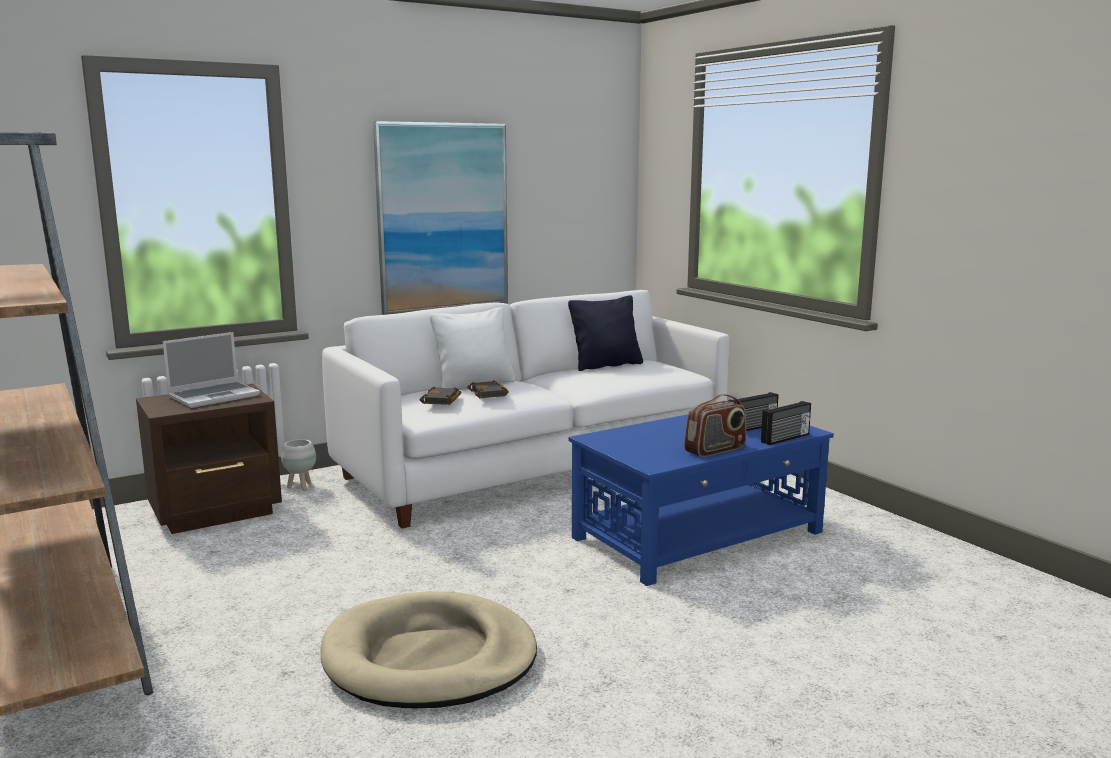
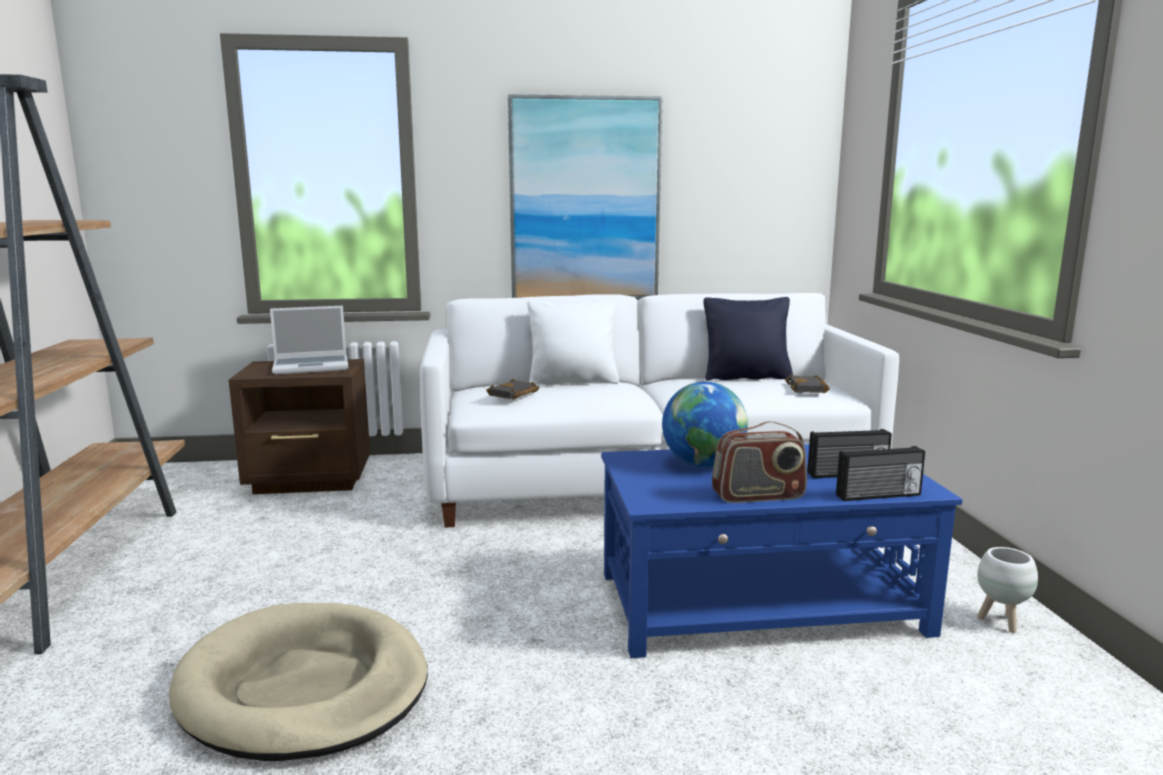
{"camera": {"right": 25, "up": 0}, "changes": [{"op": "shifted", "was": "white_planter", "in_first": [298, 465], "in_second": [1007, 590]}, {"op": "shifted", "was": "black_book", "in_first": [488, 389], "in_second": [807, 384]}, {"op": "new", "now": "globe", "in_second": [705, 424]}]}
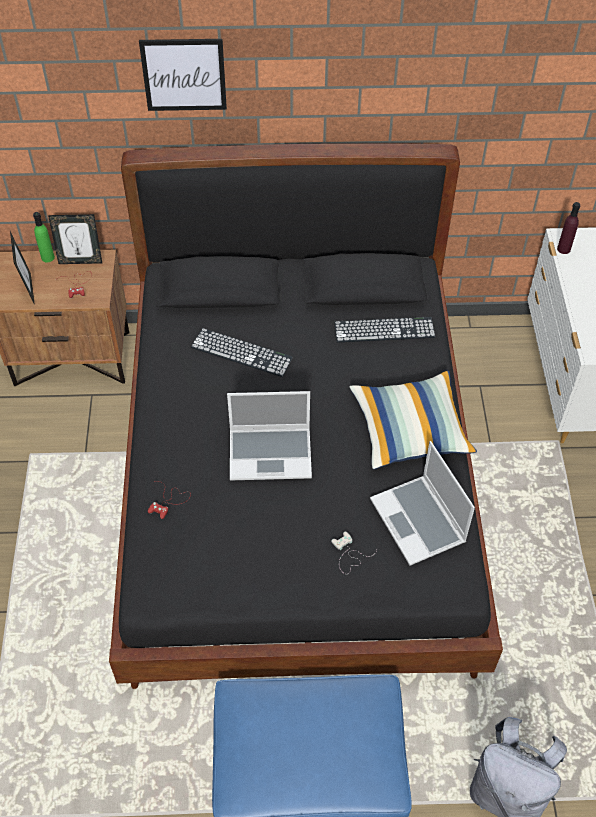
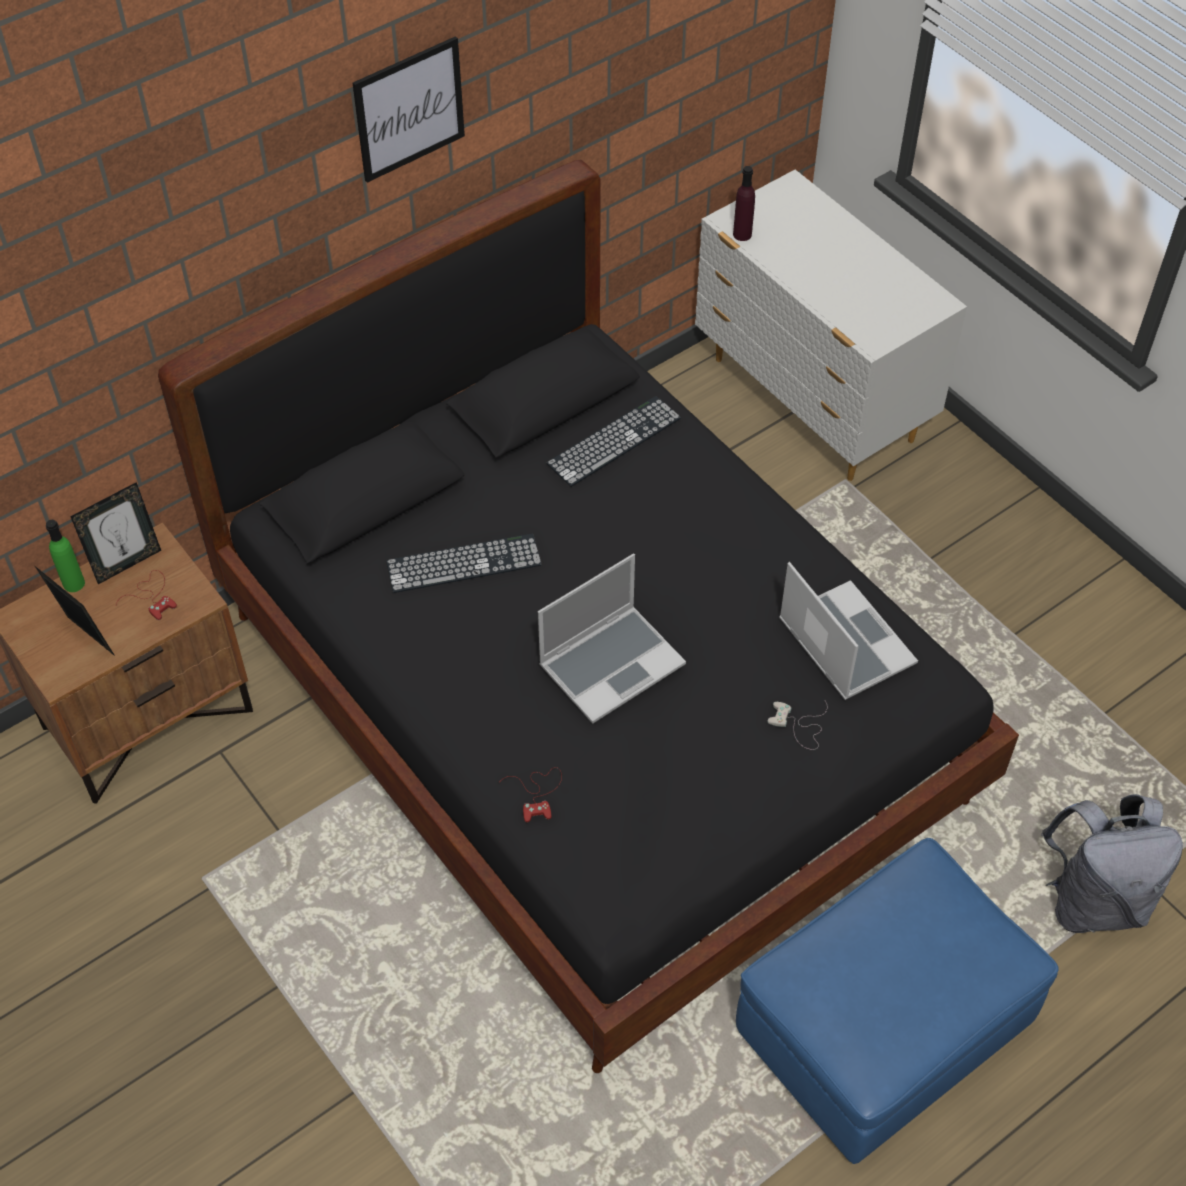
{"camera": {"right": -35, "up": 0}, "changes": [{"op": "shifted", "was": "picture", "in_first": [183, 75], "in_second": [409, 109]}, {"op": "gone", "was": "pillow", "in_first": [413, 420]}, {"op": "rotated", "was": "laptop", "in_first": [422, 503], "in_second": [848, 631], "clockwise": -150}]}
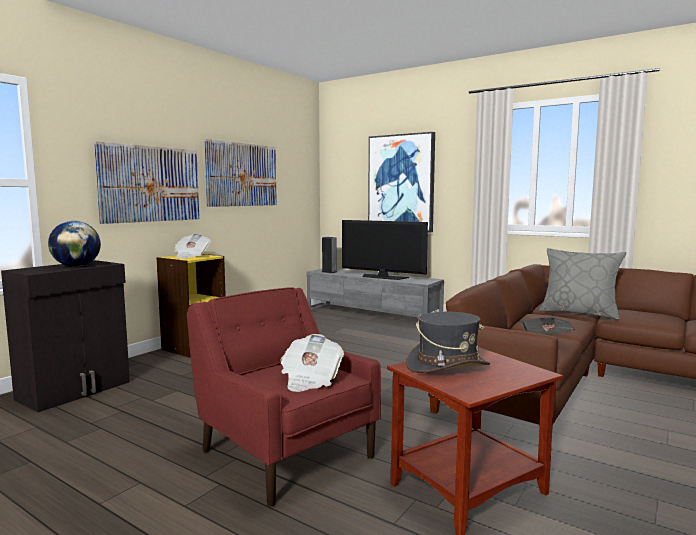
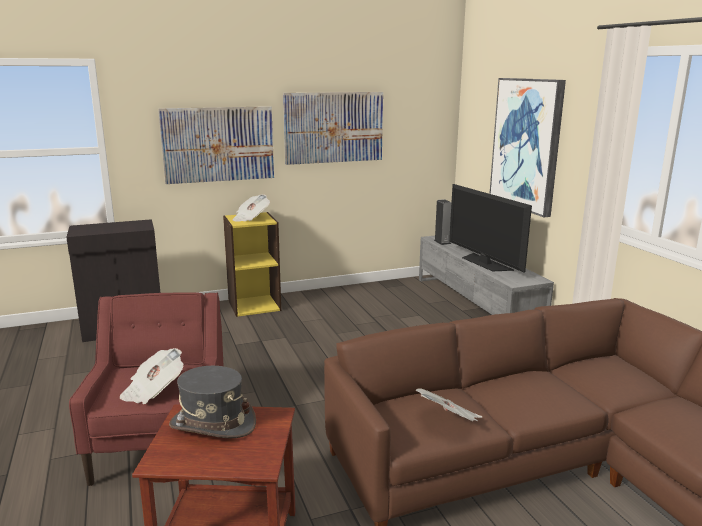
{"camera": {"right": 35, "up": 10}, "changes": [{"op": "gone", "was": "globe", "in_first": [74, 244]}, {"op": "gone", "was": "grey_pillow", "in_first": [582, 284]}]}
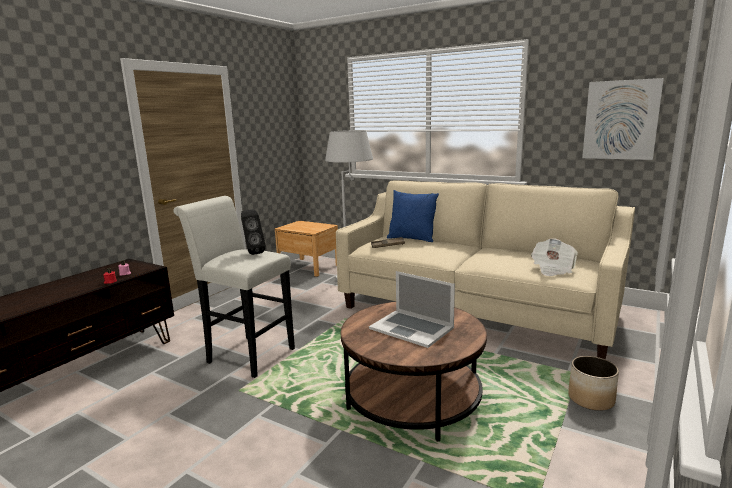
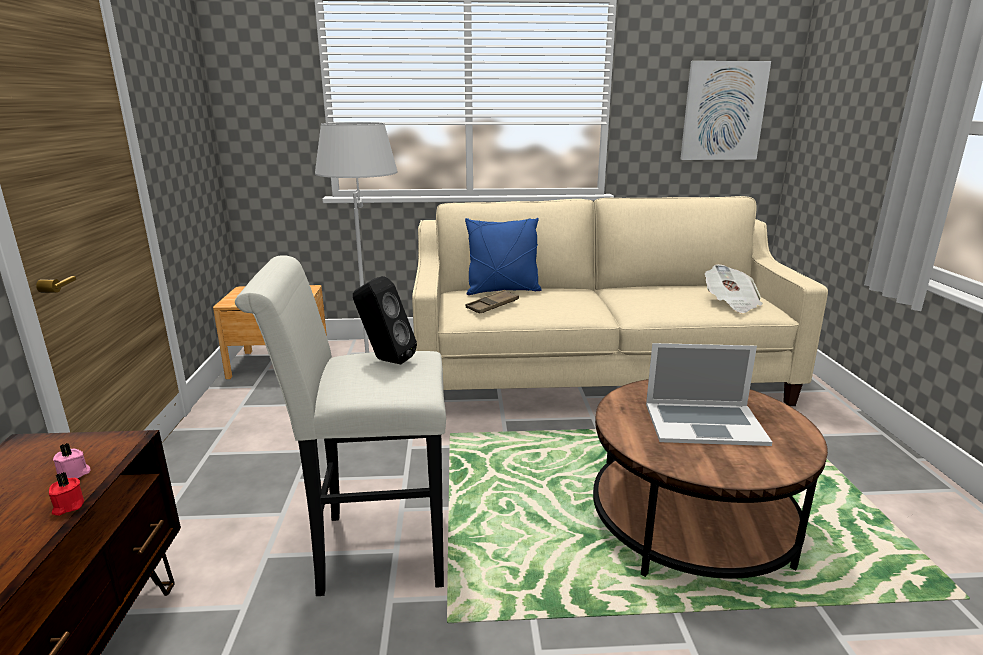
{"camera": {"right": -35, "up": 5}, "changes": [{"op": "gone", "was": "planter", "in_first": [593, 383]}]}
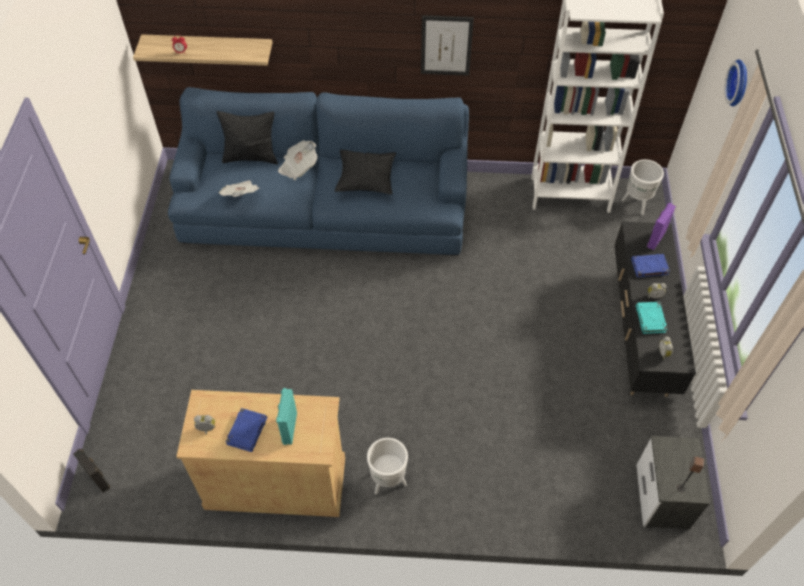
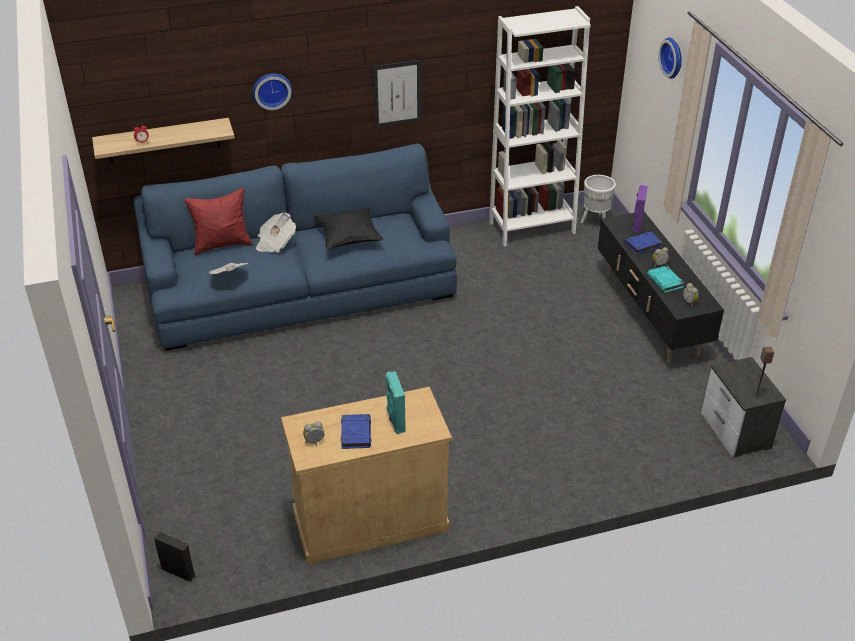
{"camera": {"right": -20, "up": -15}, "changes": [{"op": "repainted", "was": "black_pillow", "now": "red_pillow", "in_first": [247, 137], "in_second": [218, 221]}, {"op": "gone", "was": "white_planter", "in_first": [387, 466]}, {"op": "new", "now": "wall_clock", "in_second": [272, 91]}]}
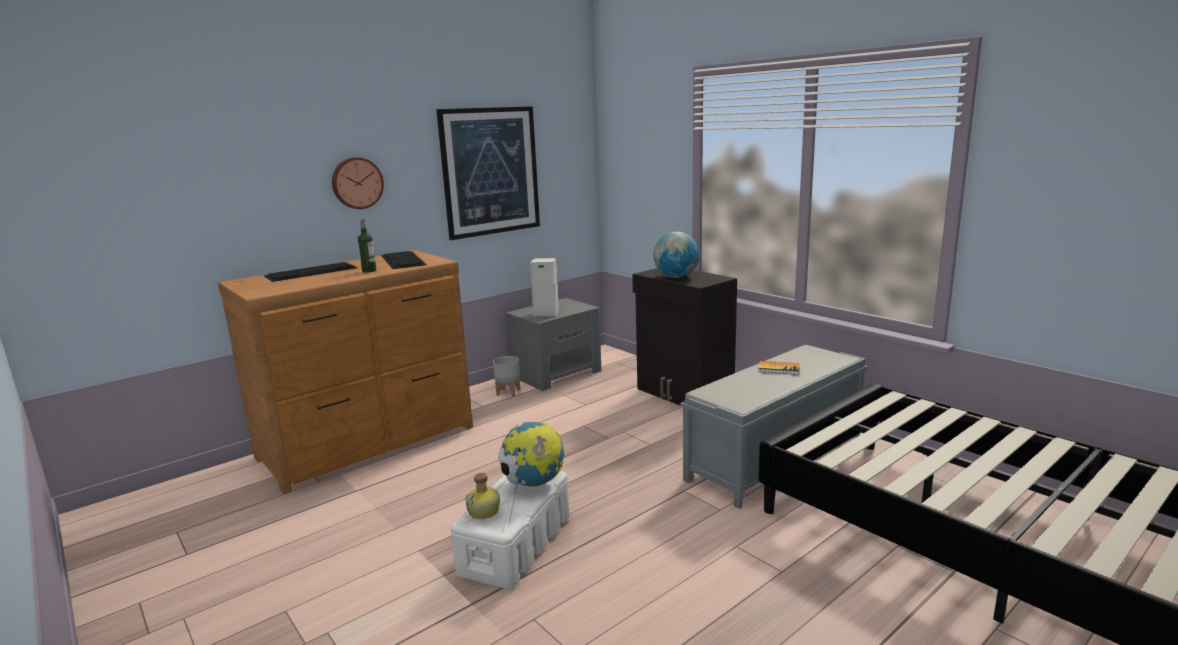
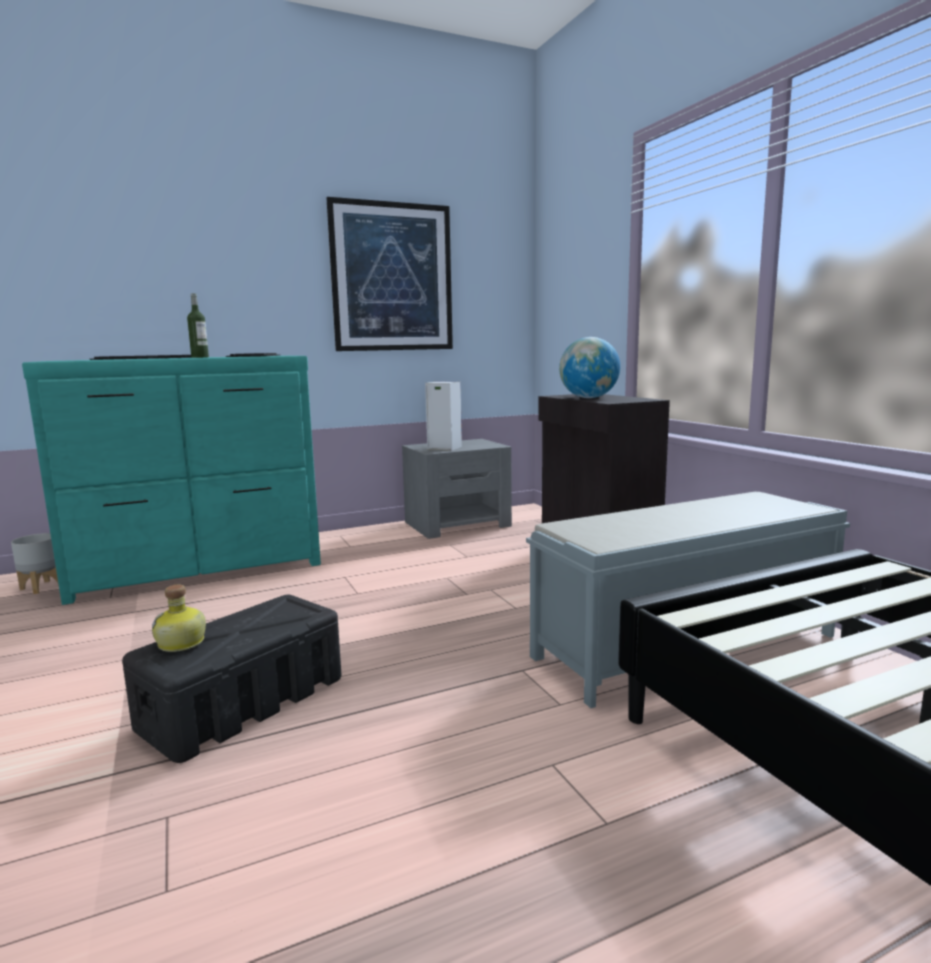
{"camera": {"right": 15, "up": -5}, "changes": [{"op": "repainted", "was": "brown_dresser", "now": "turquoise_dresser", "in_first": [345, 372], "in_second": [171, 480]}, {"op": "gone", "was": "wall_clock", "in_first": [358, 183]}, {"op": "repainted", "was": "white_storage_box", "now": "black_storage_box", "in_first": [510, 530], "in_second": [232, 679]}, {"op": "shifted", "was": "grey_planter", "in_first": [506, 376], "in_second": [35, 563]}, {"op": "gone", "was": "globe", "in_first": [531, 454]}, {"op": "gone", "was": "book", "in_first": [779, 368]}]}
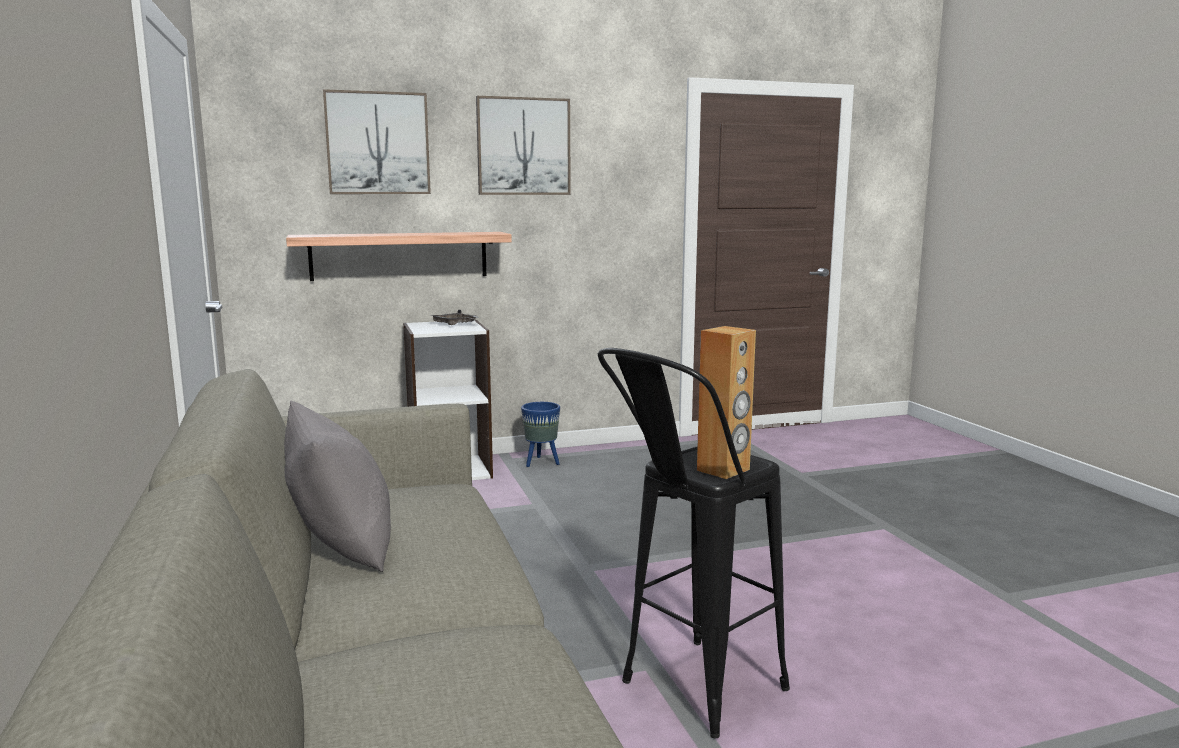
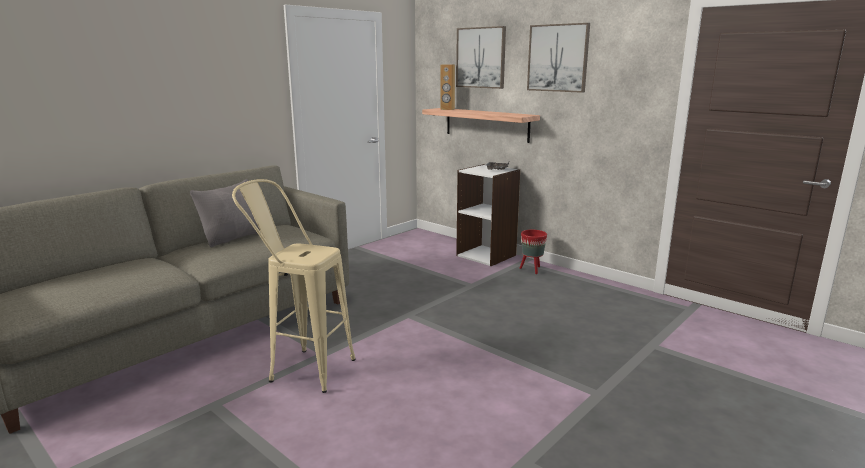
{"camera": {"right": 60, "up": 5}, "changes": [{"op": "repainted", "was": "blue_planter", "now": "red_planter", "in_first": [540, 434], "in_second": [533, 252]}, {"op": "repainted", "was": "black_stool", "now": "beige_stool", "in_first": [694, 543], "in_second": [294, 286]}, {"op": "shifted", "was": "brown_speaker", "in_first": [726, 402], "in_second": [447, 87]}]}
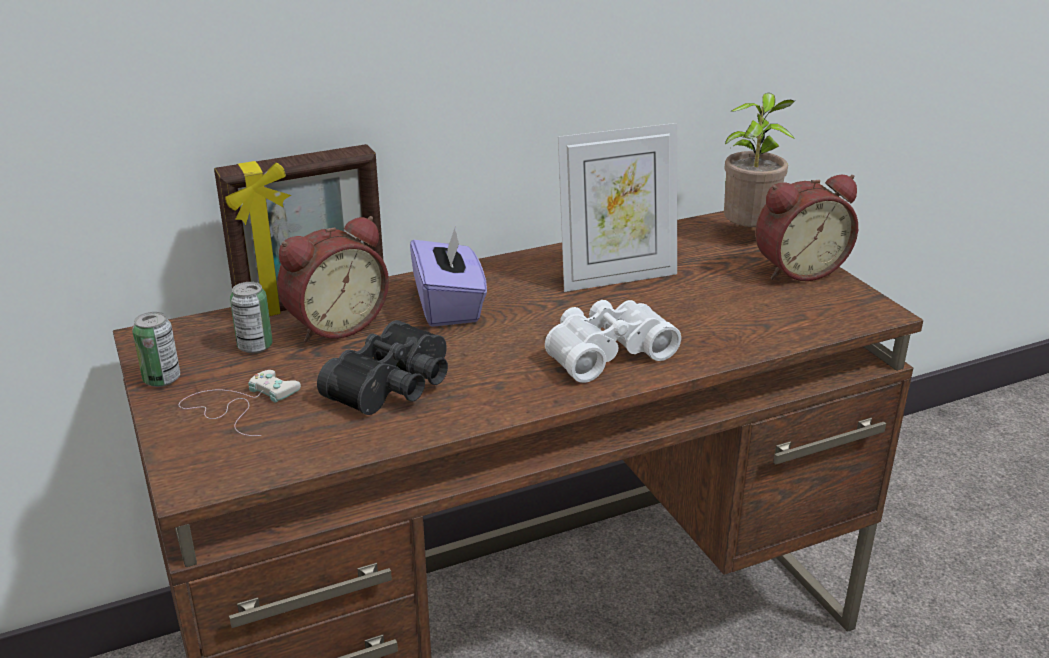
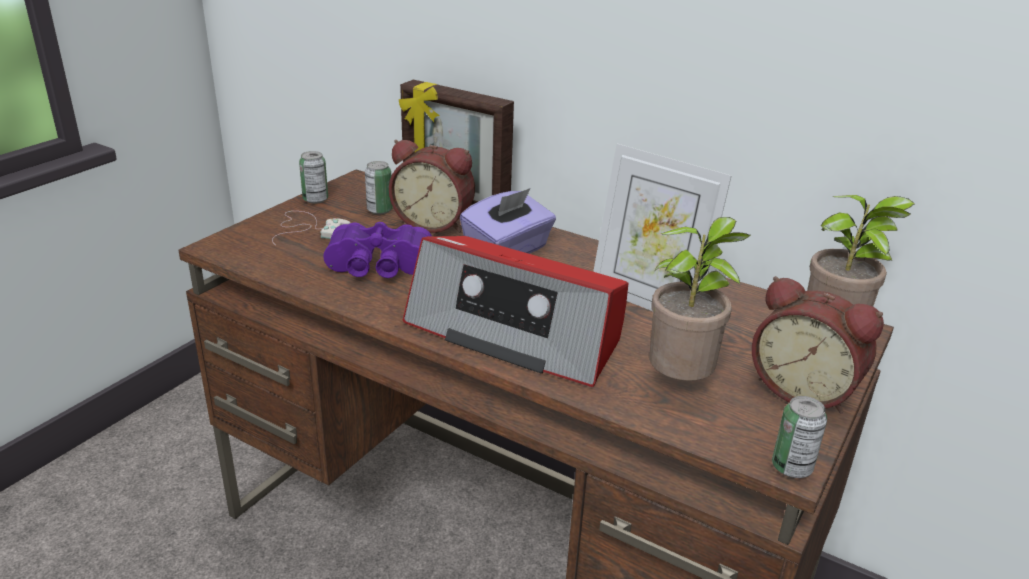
{"camera": {"right": 55, "up": 0}, "changes": [{"op": "repainted", "was": "black_binoculars", "now": "purple_binoculars", "in_first": [382, 367], "in_second": [377, 250]}, {"op": "swapped", "was": "white_binoculars", "now": "radio", "in_first": [613, 341], "in_second": [515, 311]}, {"op": "new", "now": "potted_plant", "in_second": [700, 299]}, {"op": "new", "now": "can", "in_second": [799, 437]}]}
